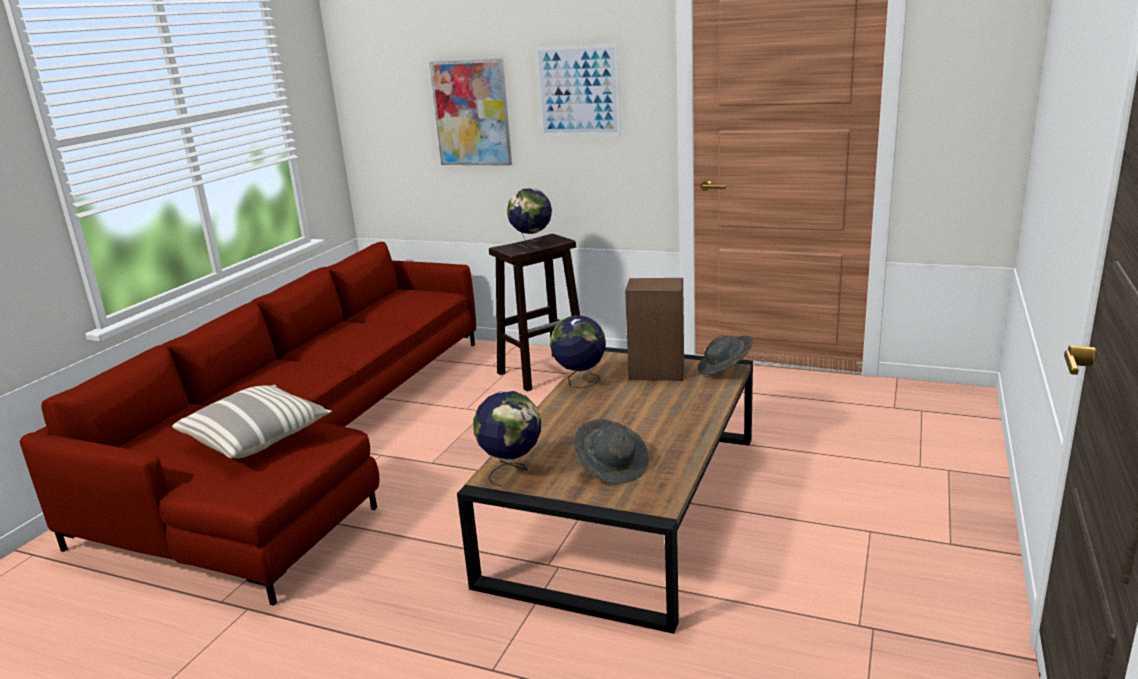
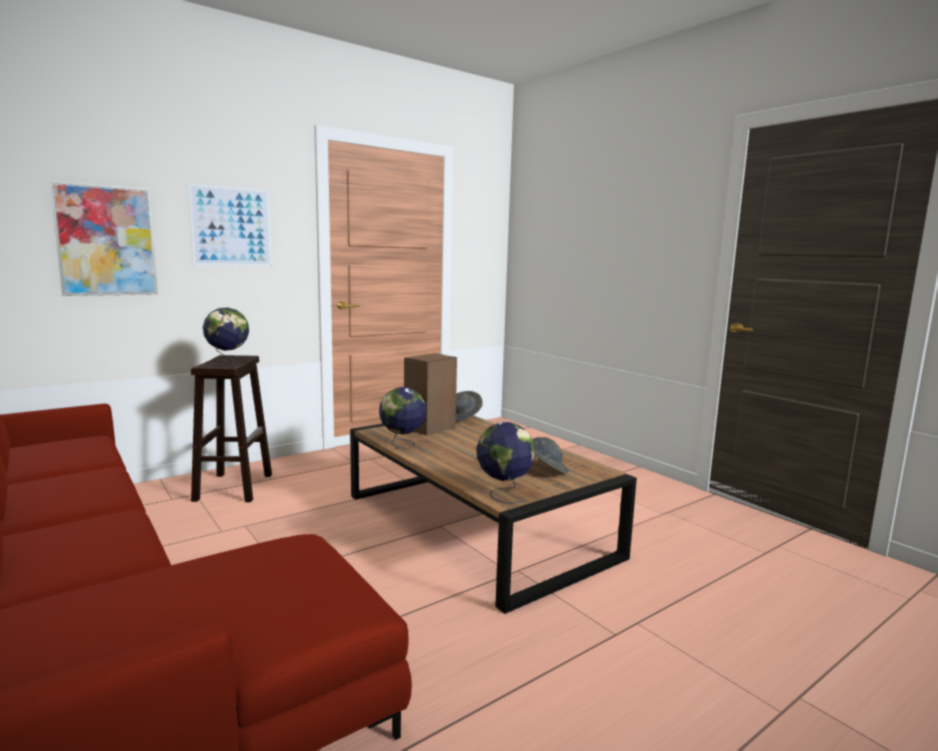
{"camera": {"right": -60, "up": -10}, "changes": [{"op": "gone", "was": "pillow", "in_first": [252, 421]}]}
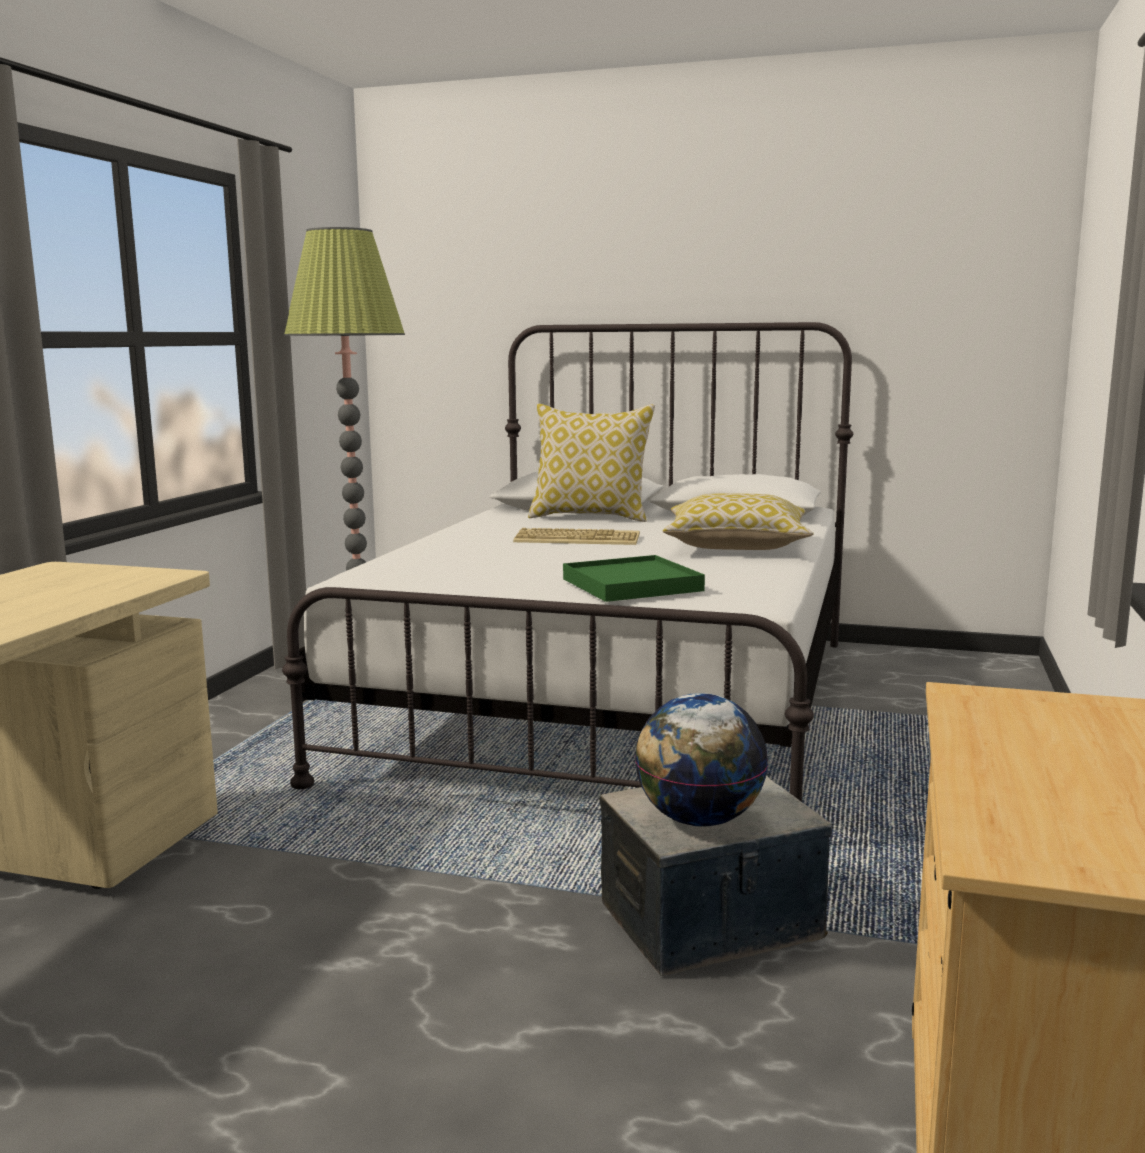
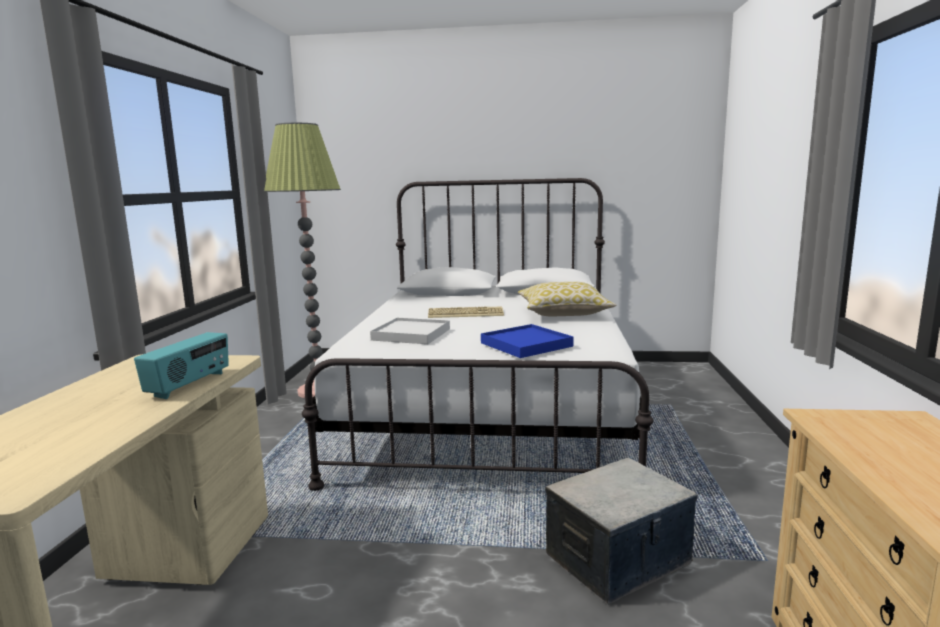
{"camera": {"right": -10, "up": 0}, "changes": [{"op": "gone", "was": "pillow", "in_first": [591, 463]}, {"op": "repainted", "was": "green_tray", "now": "blue_tray", "in_first": [634, 578], "in_second": [527, 341]}, {"op": "gone", "was": "globe", "in_first": [701, 760]}, {"op": "new", "now": "radio", "in_second": [181, 365]}, {"op": "new", "now": "white_tray", "in_second": [410, 331]}]}
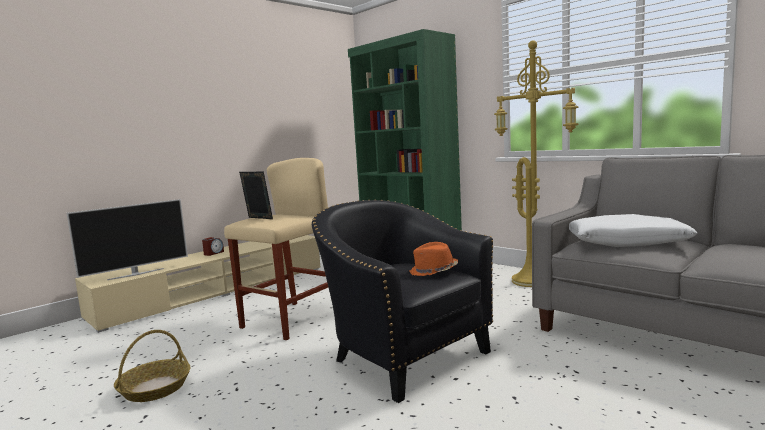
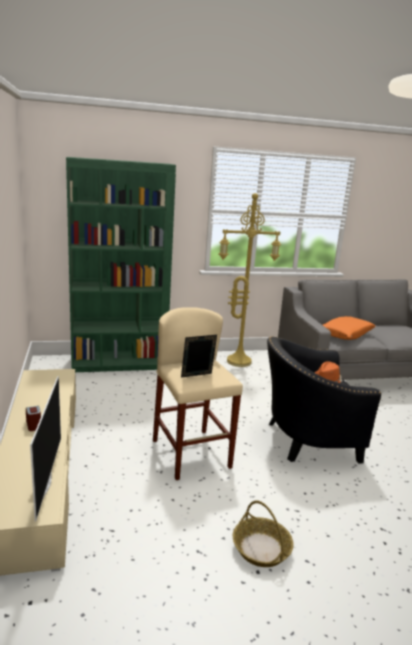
{"camera": {"right": -60, "up": 10}, "changes": [{"op": "repainted", "was": "white_pillow", "now": "orange_pillow", "in_first": [633, 230], "in_second": [349, 328]}]}
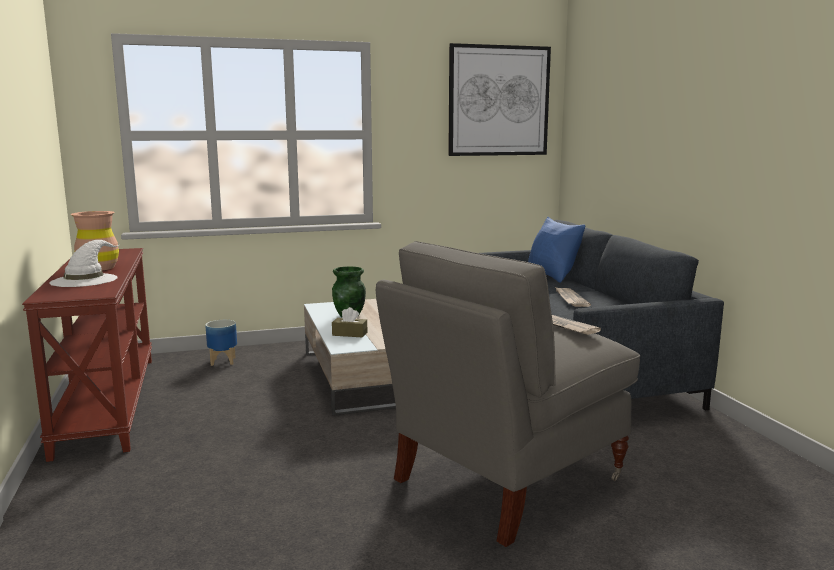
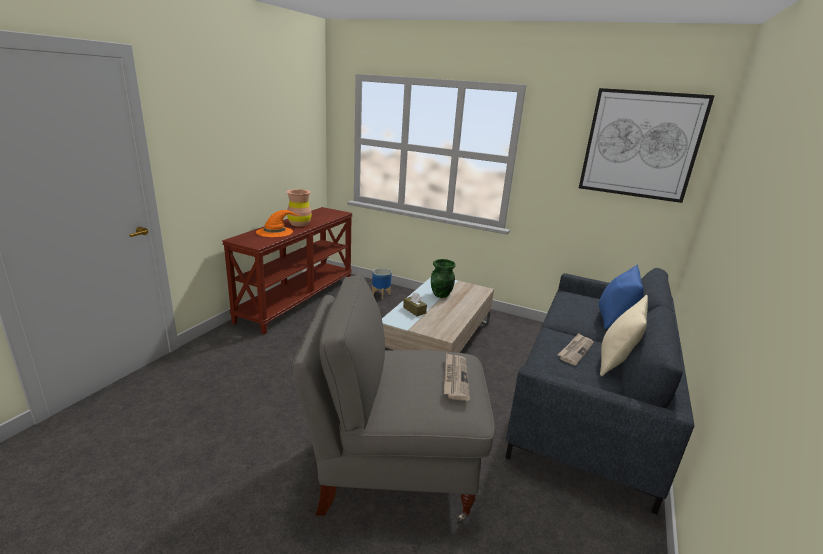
{"camera": {"right": 40, "up": 10}, "changes": [{"op": "repainted", "was": "white_hat", "now": "orange_hat", "in_first": [84, 263], "in_second": [277, 223]}, {"op": "new", "now": "beige_pillow", "in_second": [624, 335]}]}
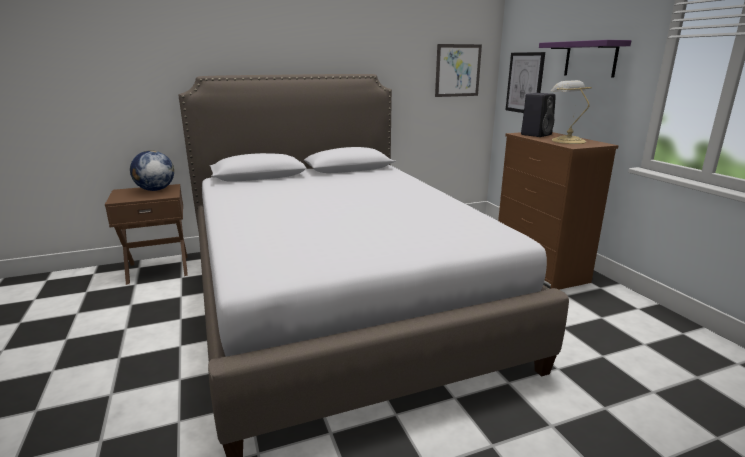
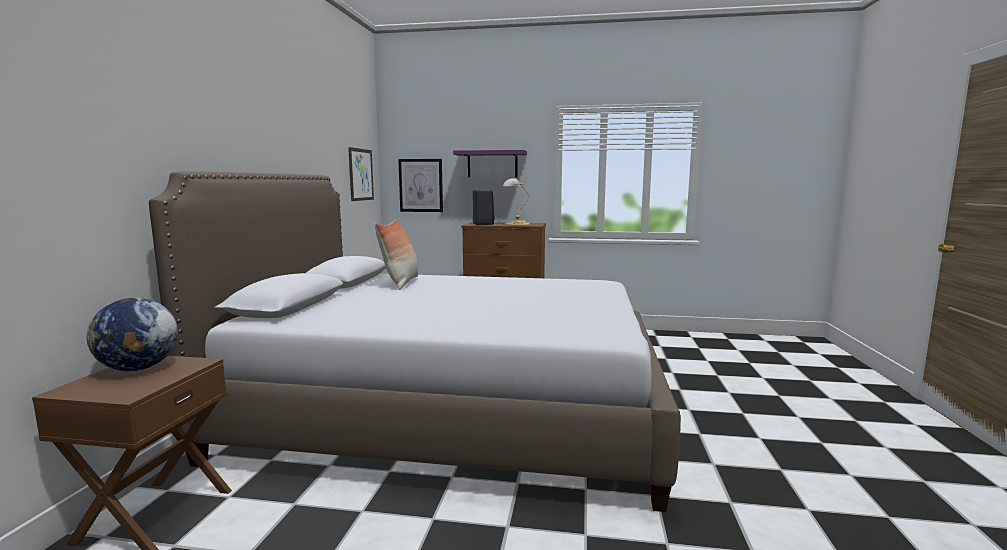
{"camera": {"right": -60, "up": -10}, "changes": [{"op": "new", "now": "pillow", "in_second": [396, 255]}]}
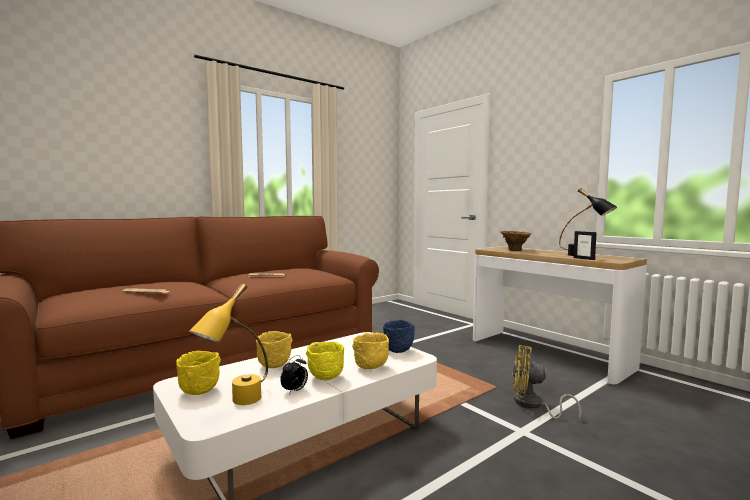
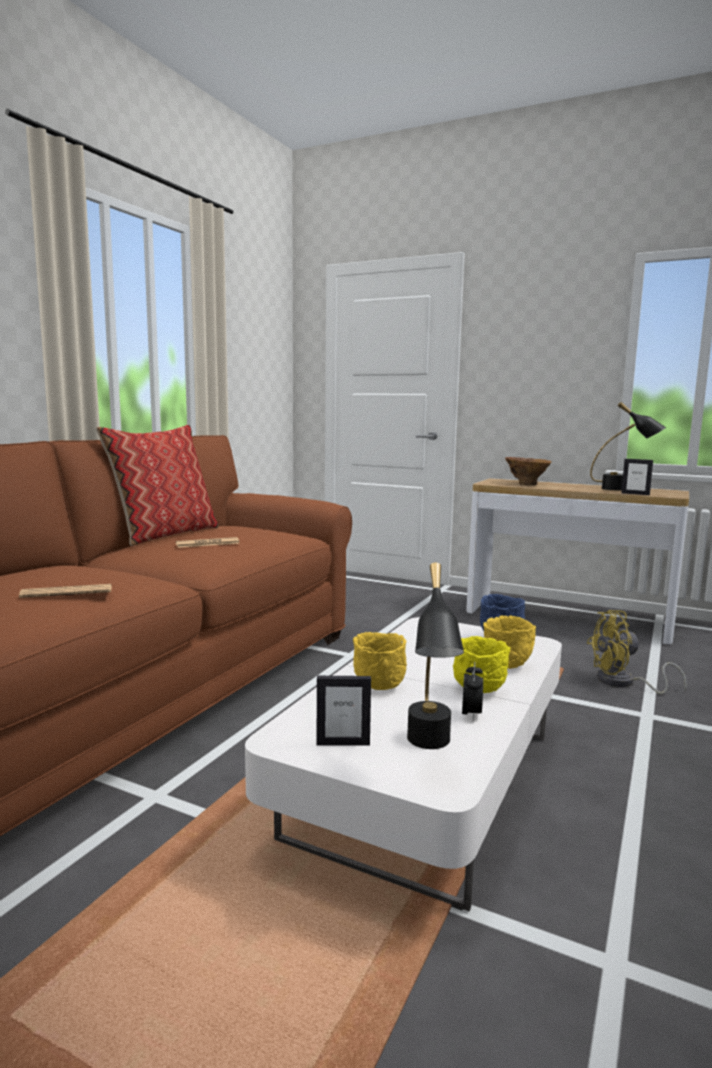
{"camera": {"right": -25, "up": 5}, "changes": [{"op": "swapped", "was": "yellow_bowl", "now": "picture_frame", "in_first": [198, 373], "in_second": [343, 711]}, {"op": "repainted", "was": "yellow_table_lamp", "now": "black_table_lamp", "in_first": [228, 344], "in_second": [435, 655]}, {"op": "new", "now": "pillow", "in_second": [157, 485]}]}
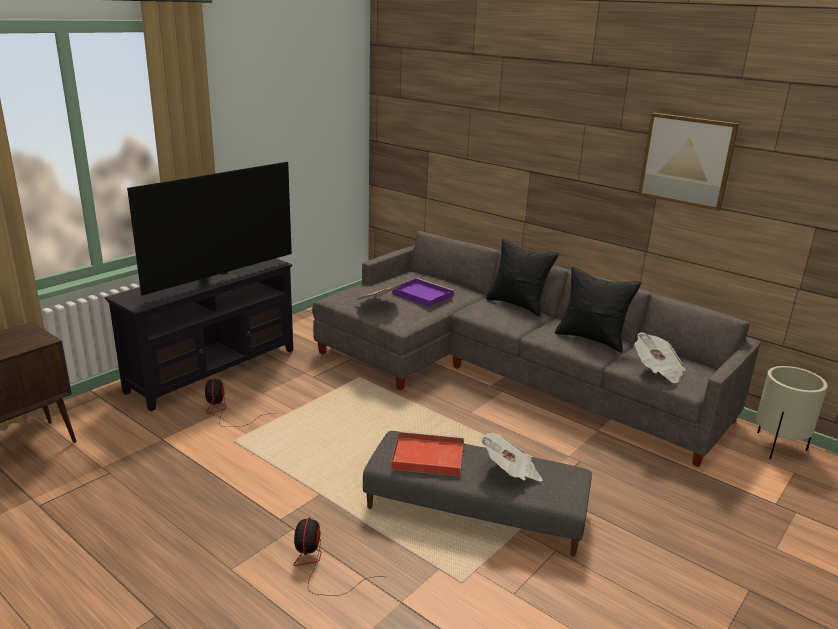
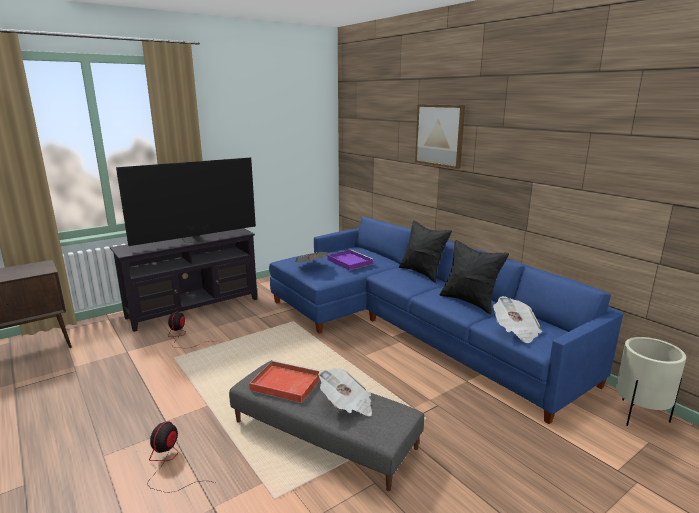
{"camera": {"right": 15, "up": -5}, "changes": [{"op": "repainted", "was": "grey_sofa", "now": "blue_sofa", "in_first": [536, 349], "in_second": [446, 320]}, {"op": "shifted", "was": "picture", "in_first": [688, 162], "in_second": [440, 136]}]}
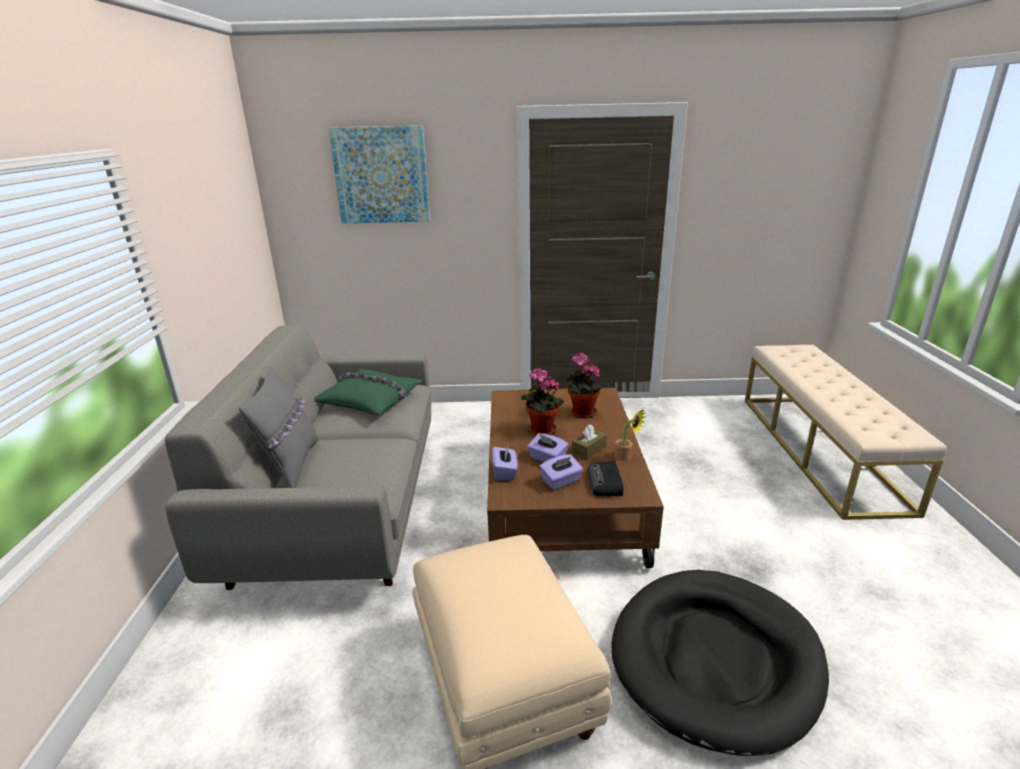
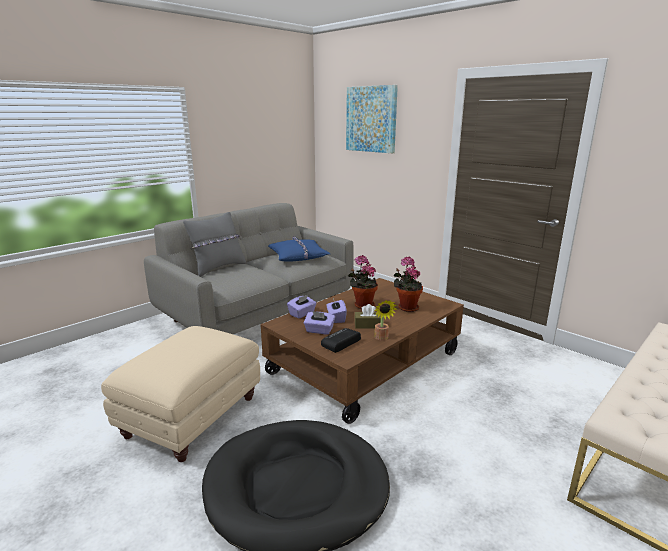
{"camera": {"right": 45, "up": -5}, "changes": [{"op": "repainted", "was": "green_pillow", "now": "blue_pillow", "in_first": [368, 392], "in_second": [299, 249]}]}
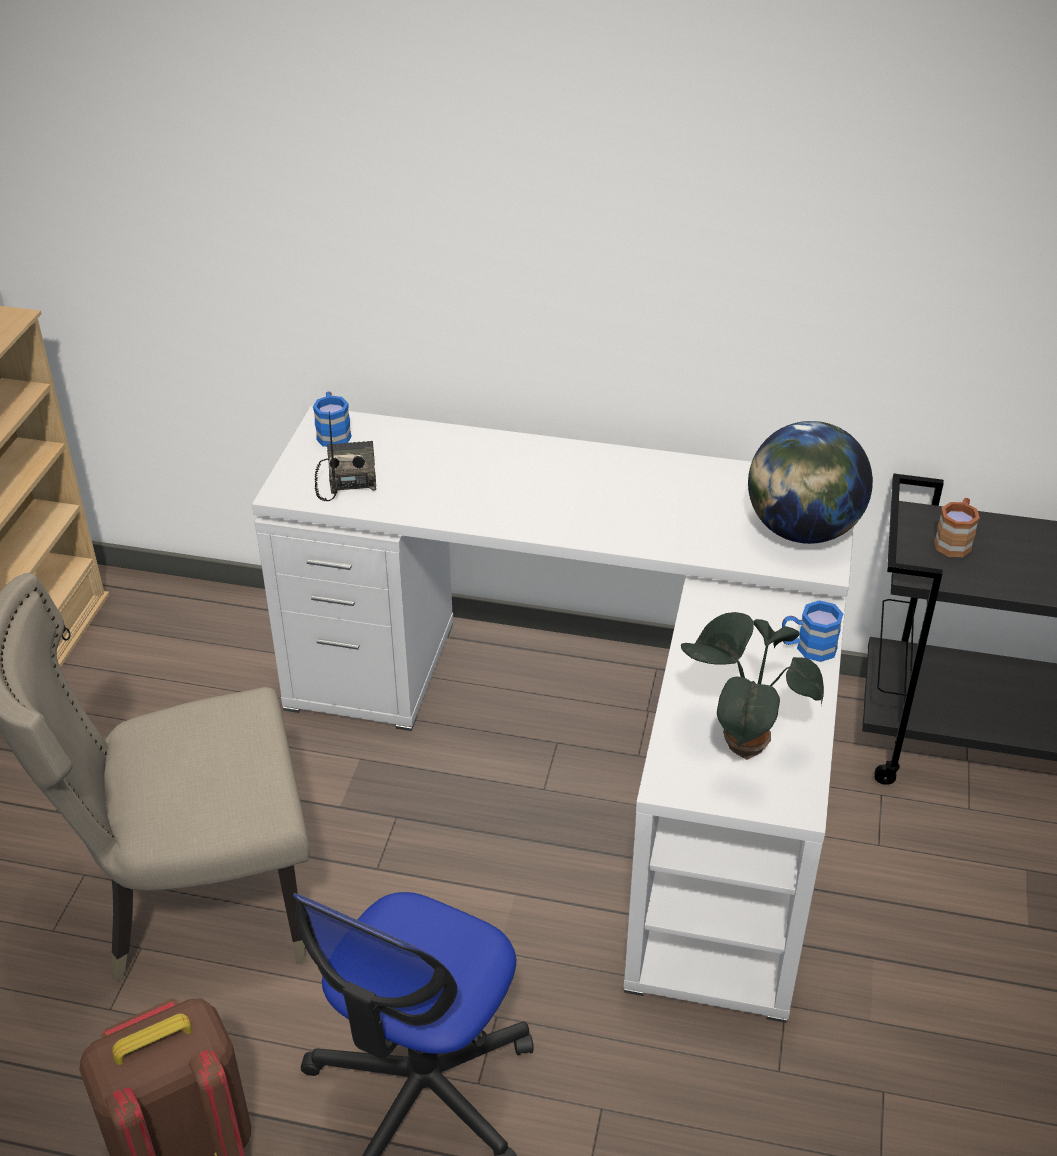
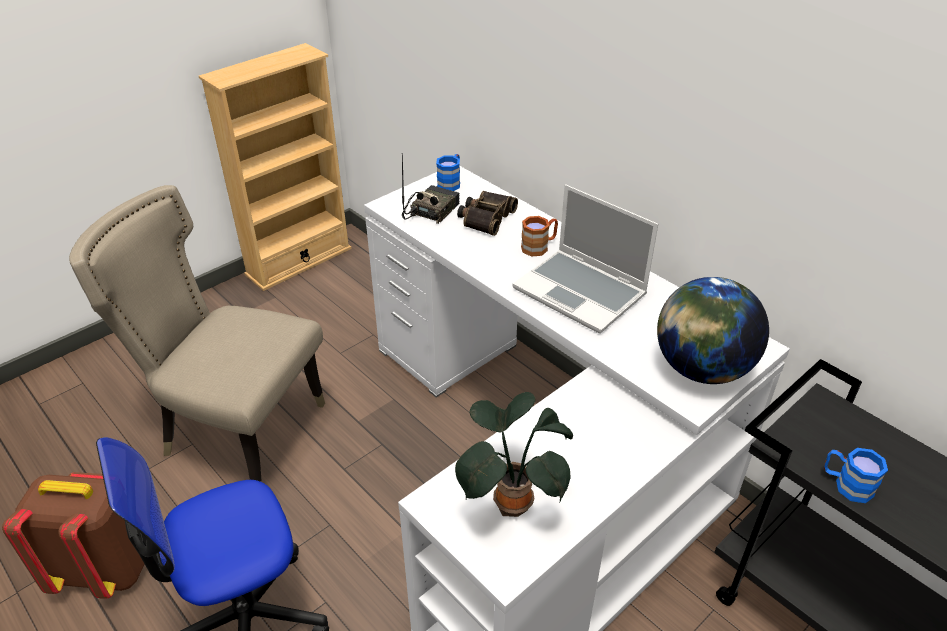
{"camera": {"right": 35, "up": 0}, "changes": [{"op": "shifted", "was": "blue_mug", "in_first": [813, 631], "in_second": [856, 475]}, {"op": "shifted", "was": "brown_mug", "in_first": [957, 527], "in_second": [539, 236]}, {"op": "new", "now": "binoculars", "in_second": [487, 213]}, {"op": "new", "now": "laptop", "in_second": [585, 259]}]}
